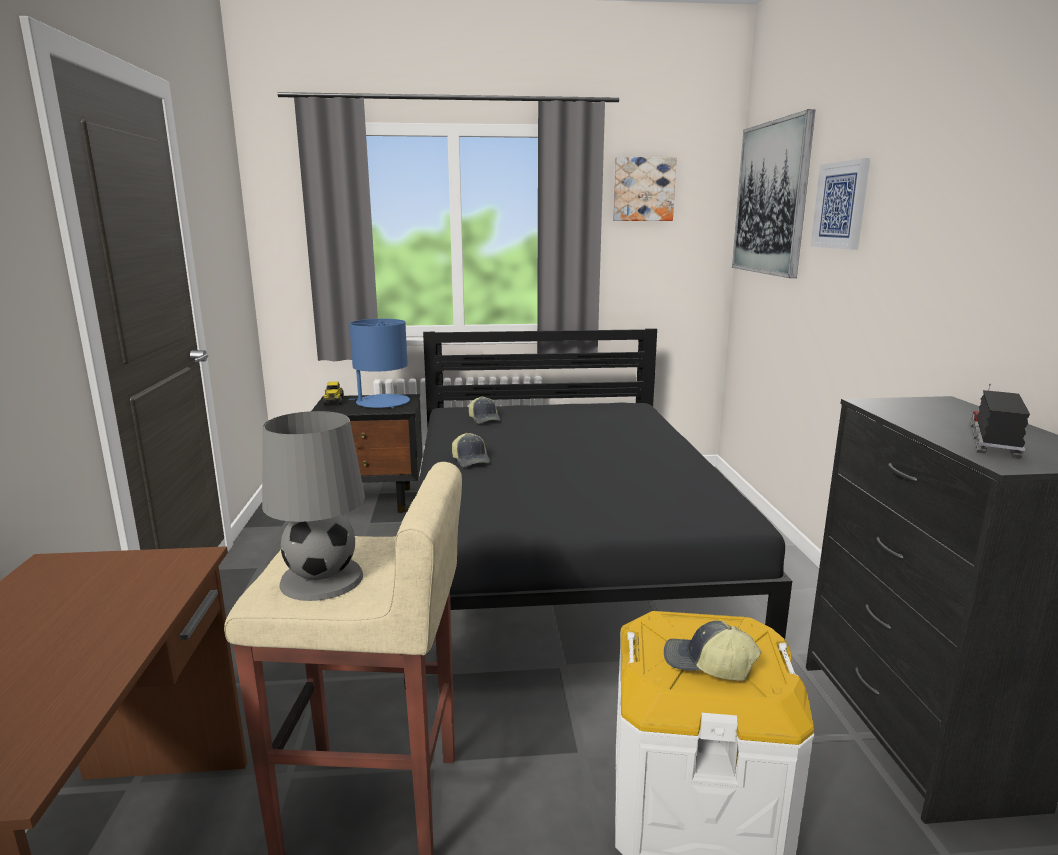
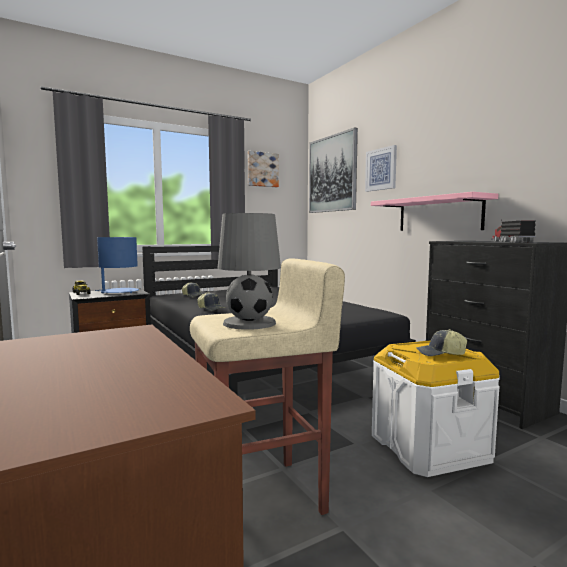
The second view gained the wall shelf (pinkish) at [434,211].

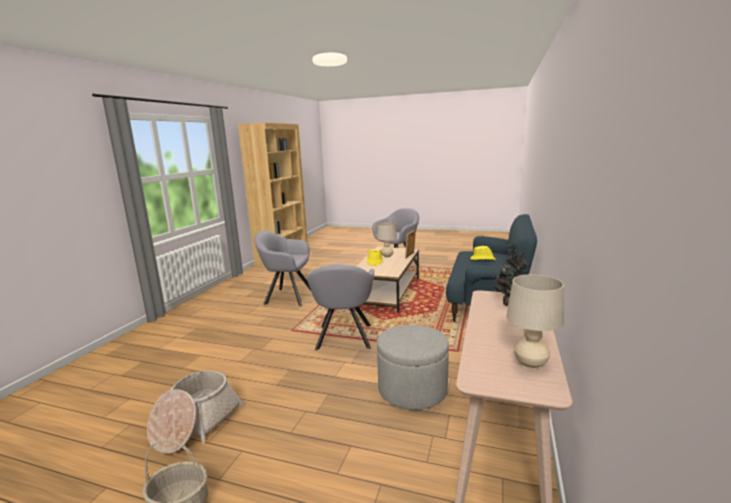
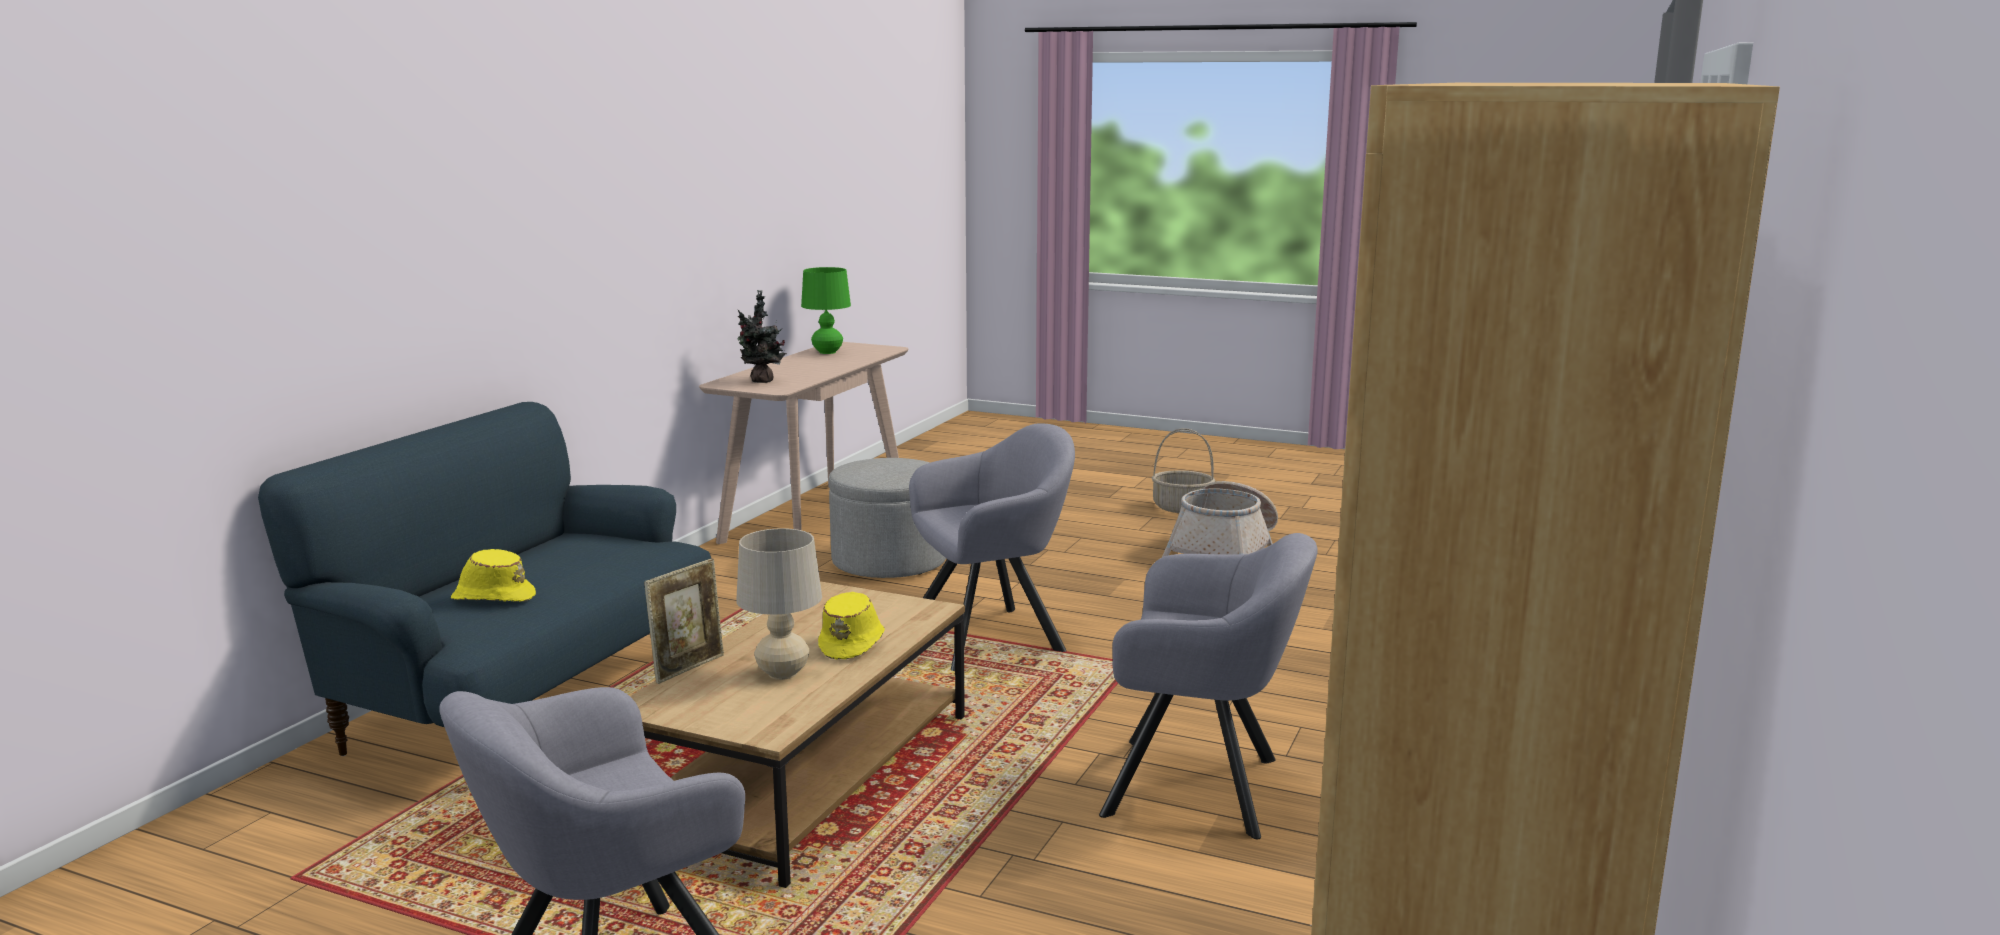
What was the table lamp (beige-coloured) at [535,322] turned into the table lamp (green) at [826,310]. The lounge chair (grey) at [340,307] ended up facing another way, 60 degrees clockwise from before.

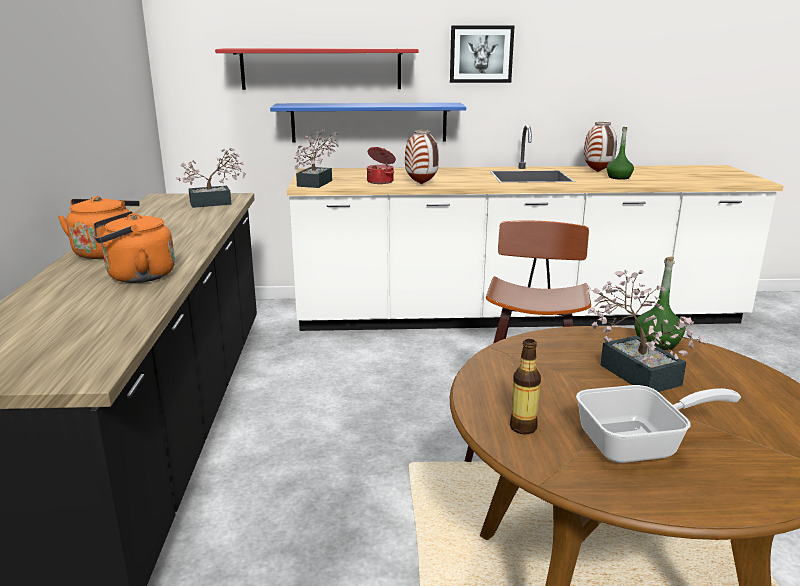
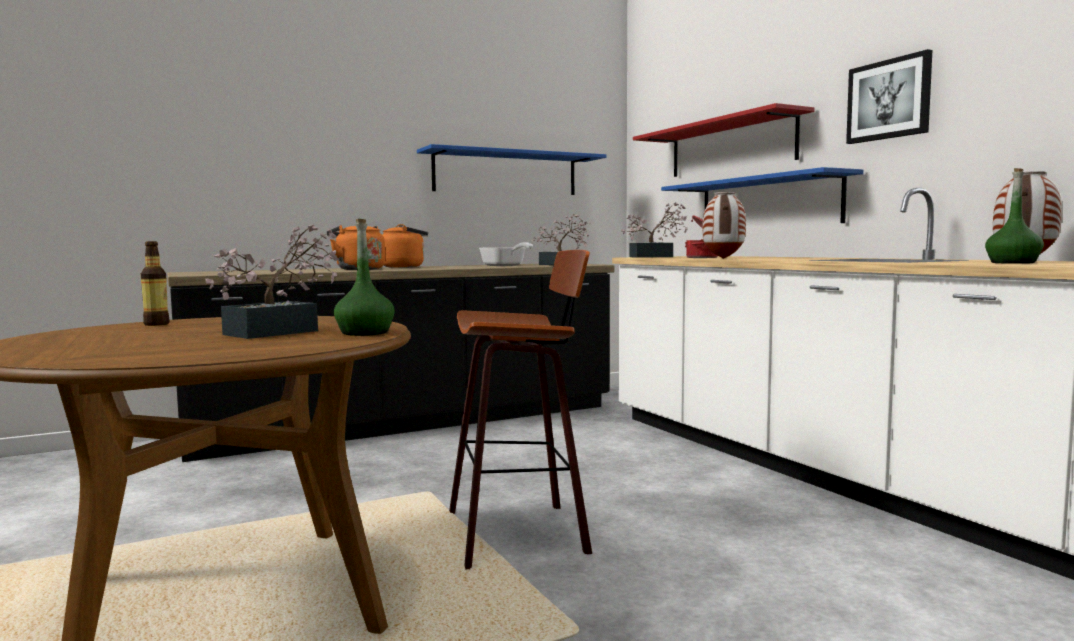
The second view gained the wall shelf (blue) at [511,169]. The pan ended up elsewhere, having gone from [658,424] to [506,254].

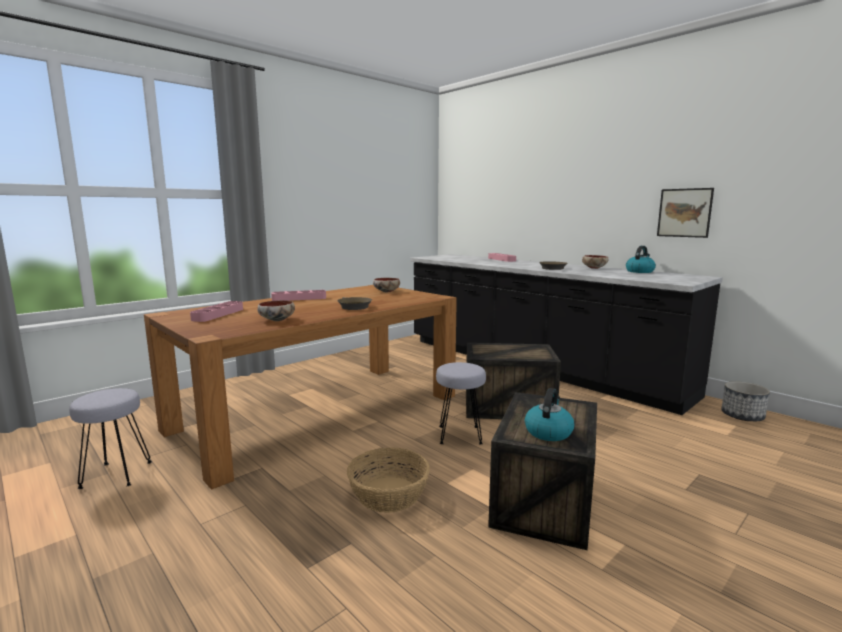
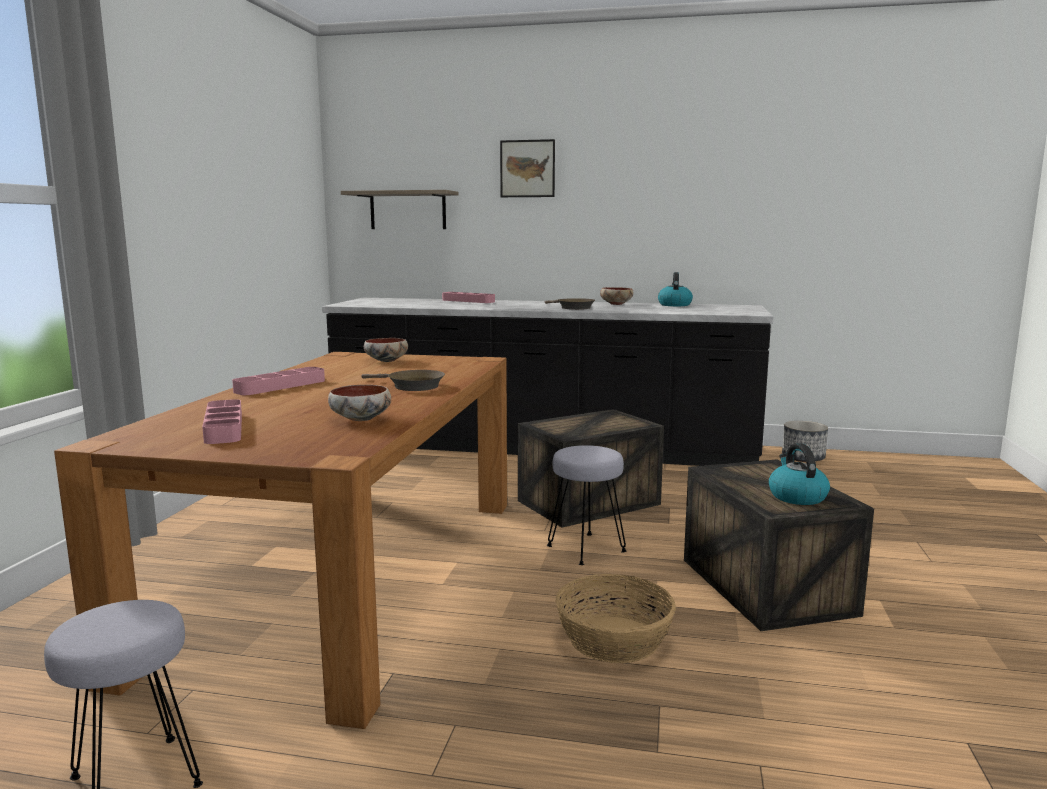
The second view gained the wall shelf at [400,209]. The picture ended up elsewhere, having gone from [685,213] to [527,168].

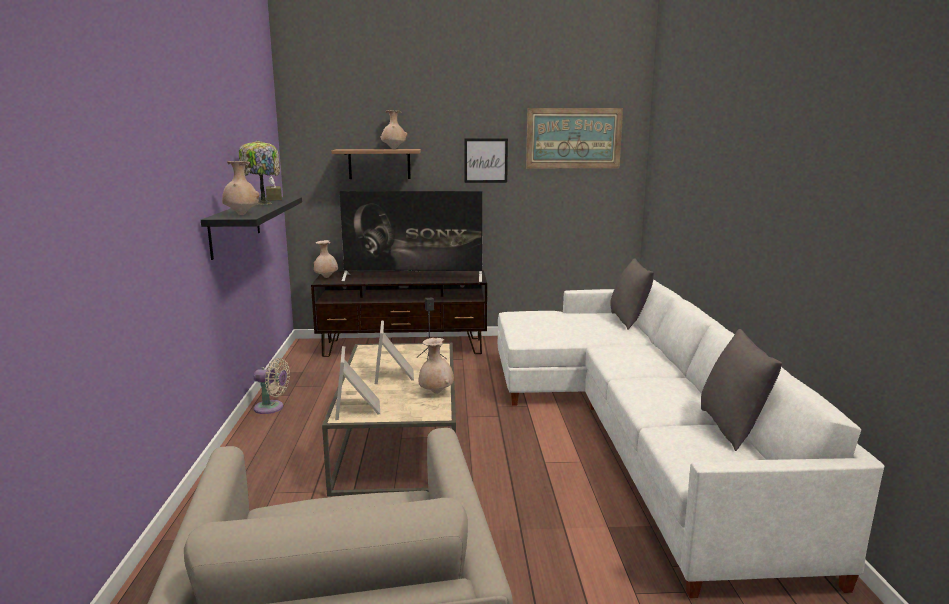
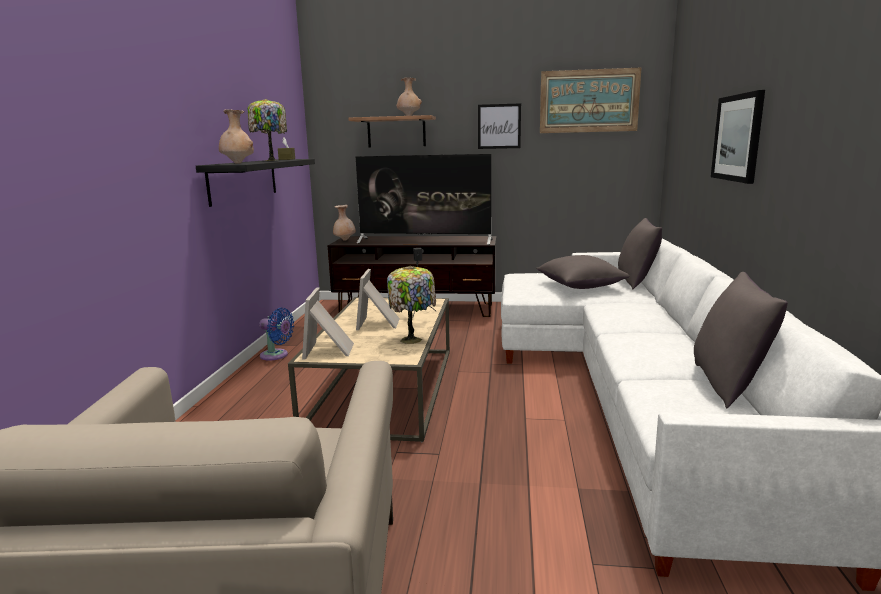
What was the cooling fan (beige-coloured) at [271,386] turned into the cooling fan (blue) at [276,334]. Where the vase (beige-coloured) stood at [436,366], the table lamp came to stand at [411,305]. The second view gained the cushion (grey) at [583,272]. The second view gained the picture at [738,137].

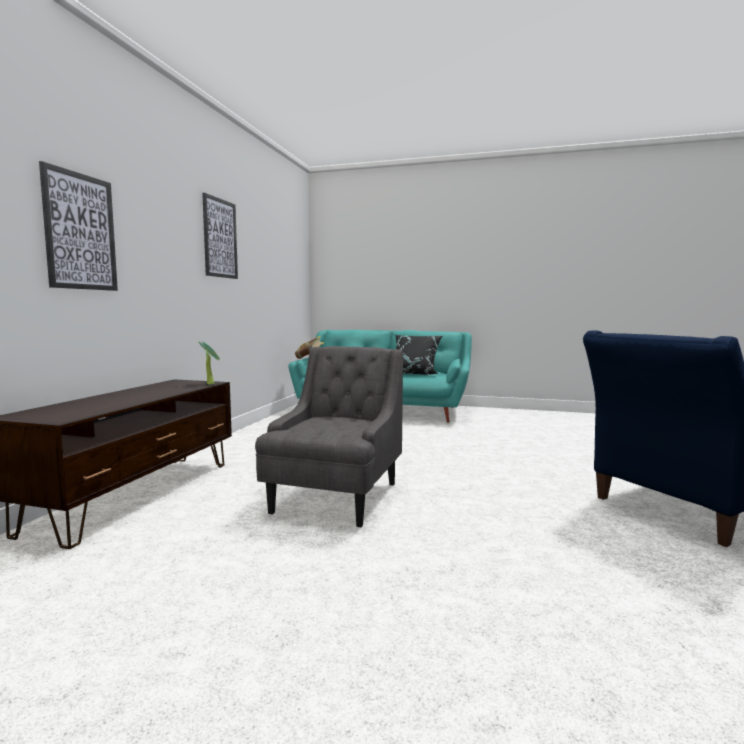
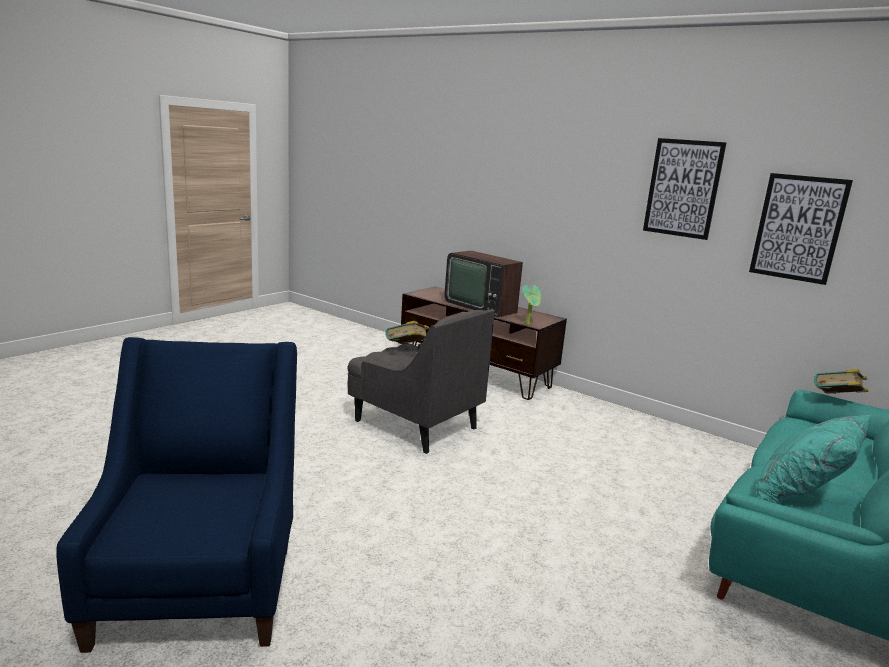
The second view gained the bound book at [407,332]. The second view gained the television at [484,284]. The picture ended up elsewhere, having gone from [78,226] to [801,229]. What was the cushion (blackish) at [418,355] turned into the cushion (blue-green) at [813,458].

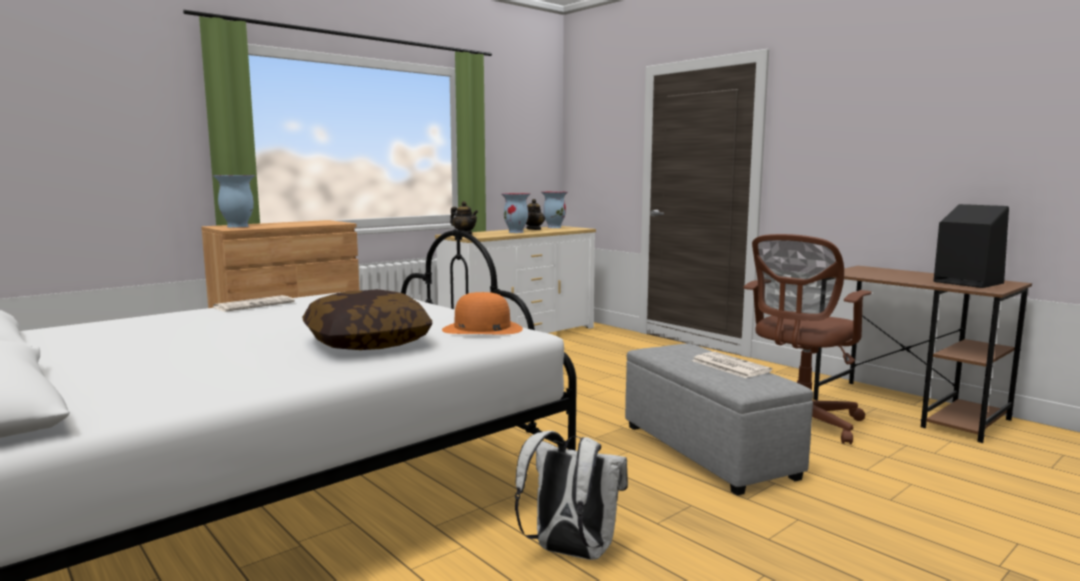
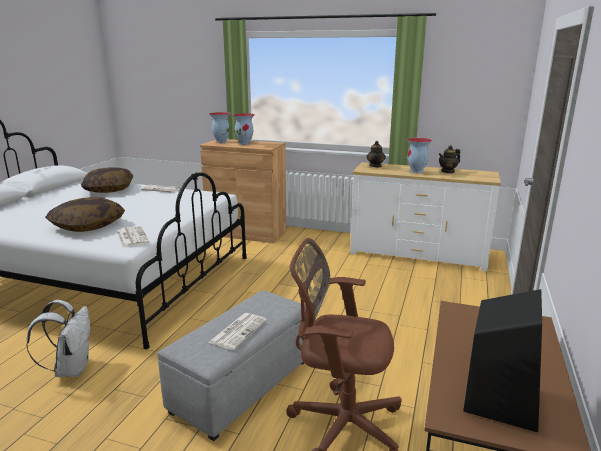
The second view gained the cushion at [107,180]. Where the hat (orange-coloured) stood at [482,313], the newspaper came to stand at [133,237]. The vase ended up elsewhere, having gone from [554,209] to [244,129].

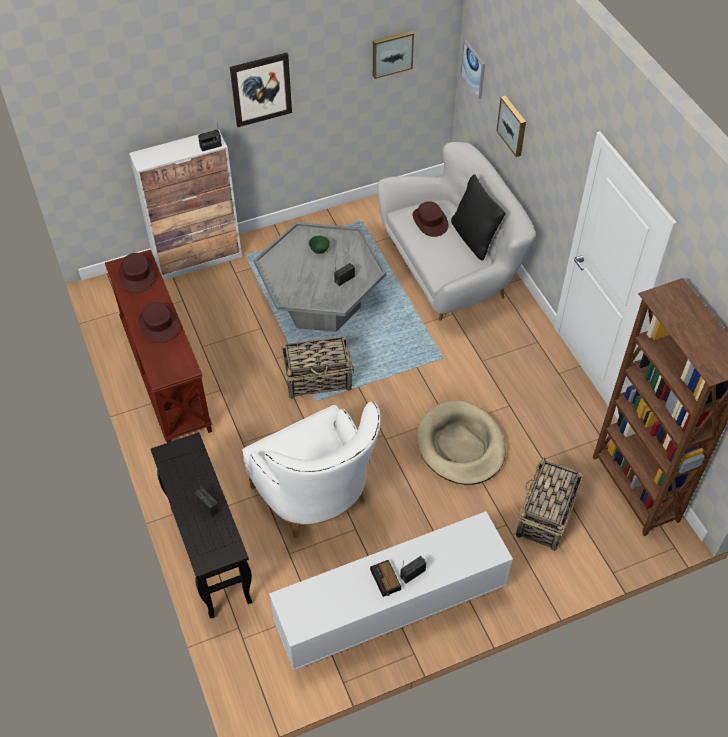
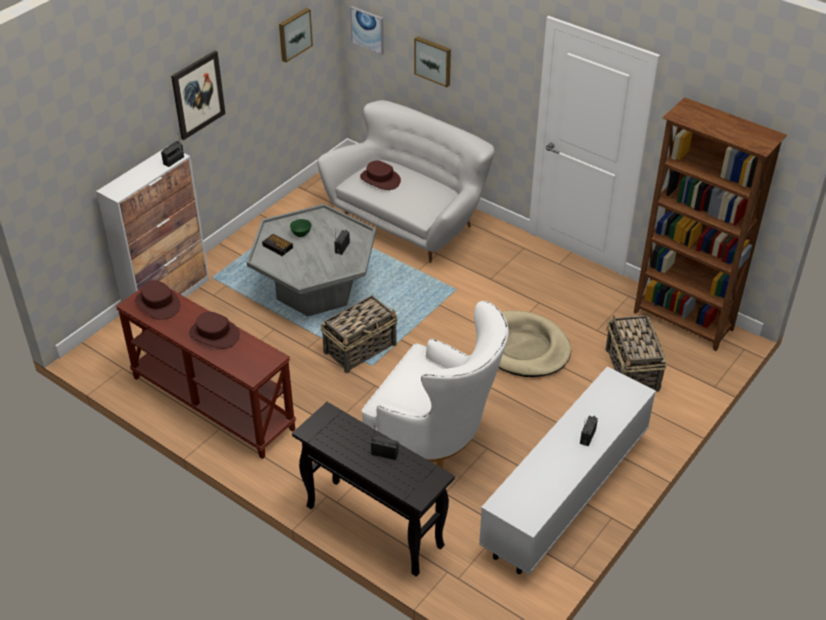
The alarm clock ended up elsewhere, having gone from [385,578] to [277,245]. The second view lost the cushion (blackish) at [478,217].

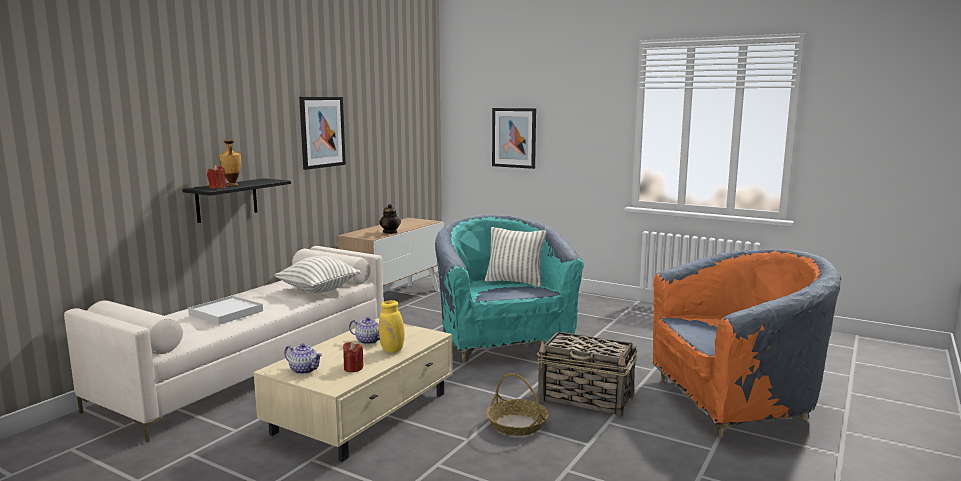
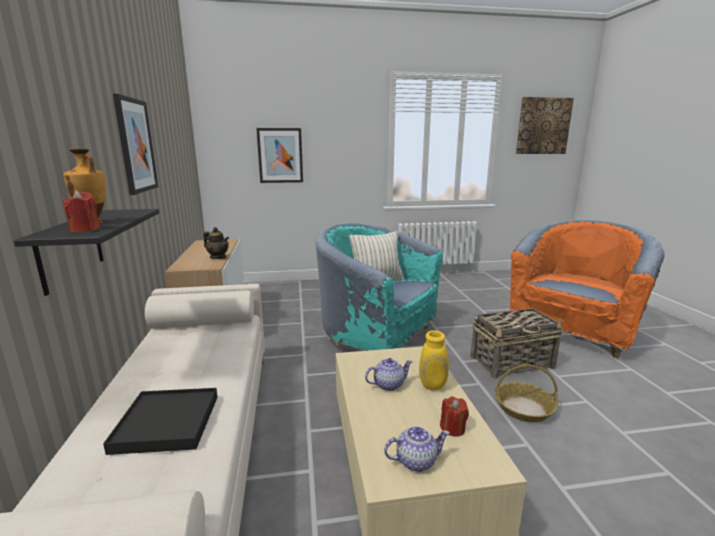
What was the tray (whitish) at [225,310] turned into the tray (blackish) at [160,421]. The second view gained the picture at [545,125]. The second view lost the cushion at [317,274].

